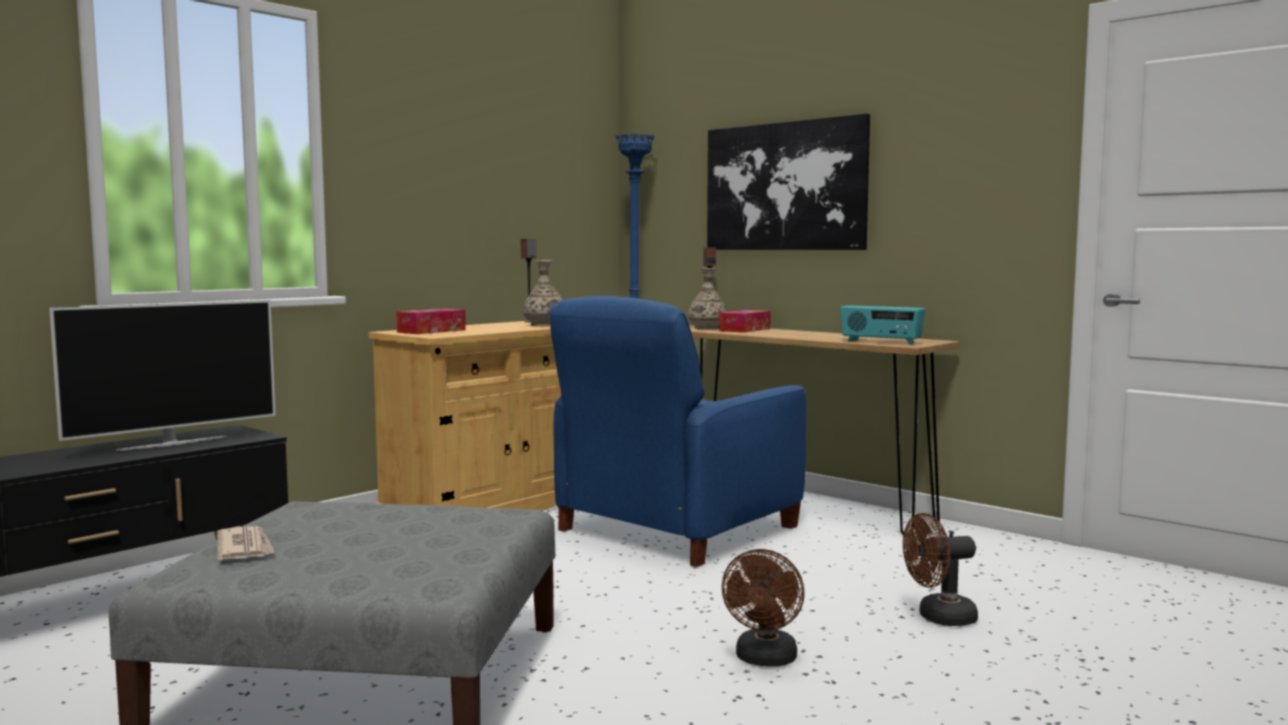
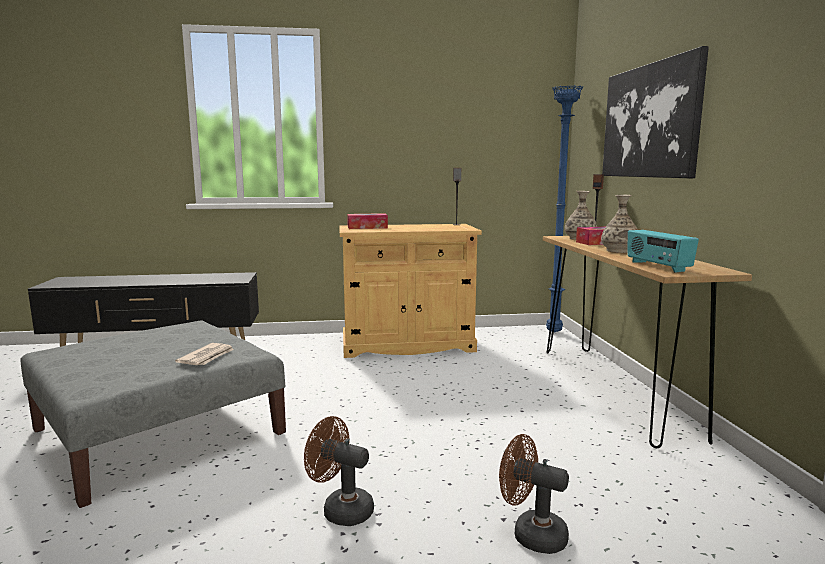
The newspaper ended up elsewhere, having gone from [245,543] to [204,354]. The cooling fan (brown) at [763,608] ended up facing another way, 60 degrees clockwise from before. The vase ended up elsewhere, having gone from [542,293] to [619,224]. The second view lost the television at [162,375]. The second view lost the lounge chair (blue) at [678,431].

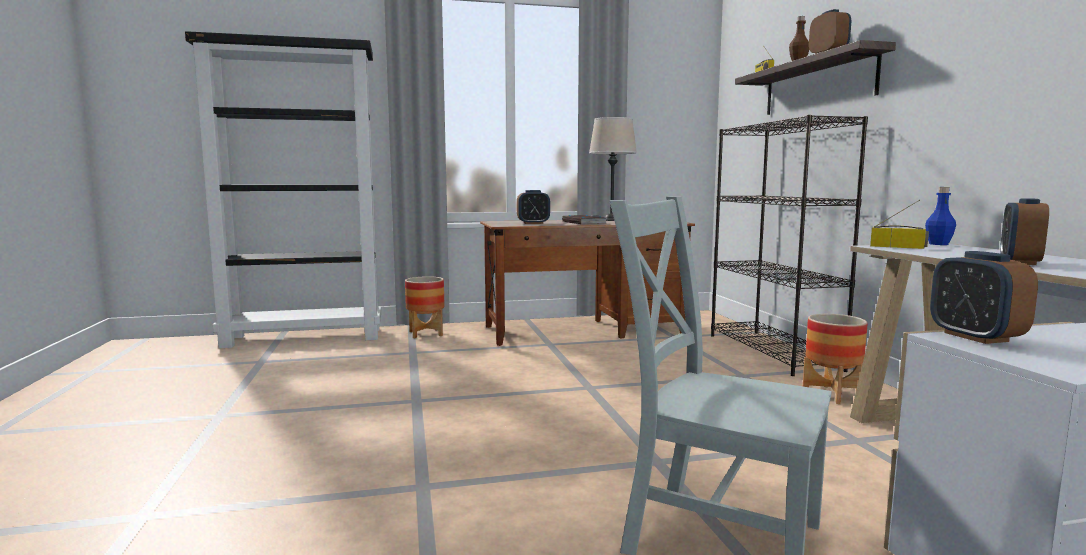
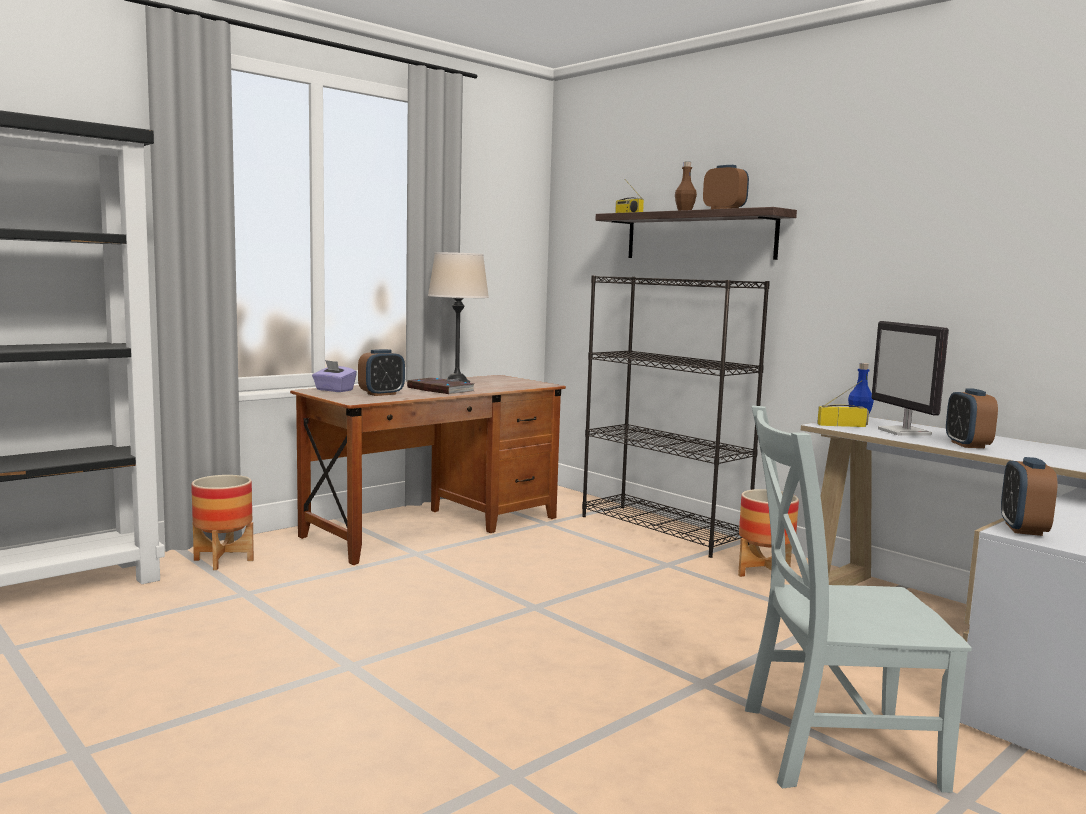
The second view gained the box of tissues (purplish) at [334,376]. The second view gained the computer screen at [910,378]. The alarm clock at [984,297] ended up facing another way, 60 degrees clockwise from before.

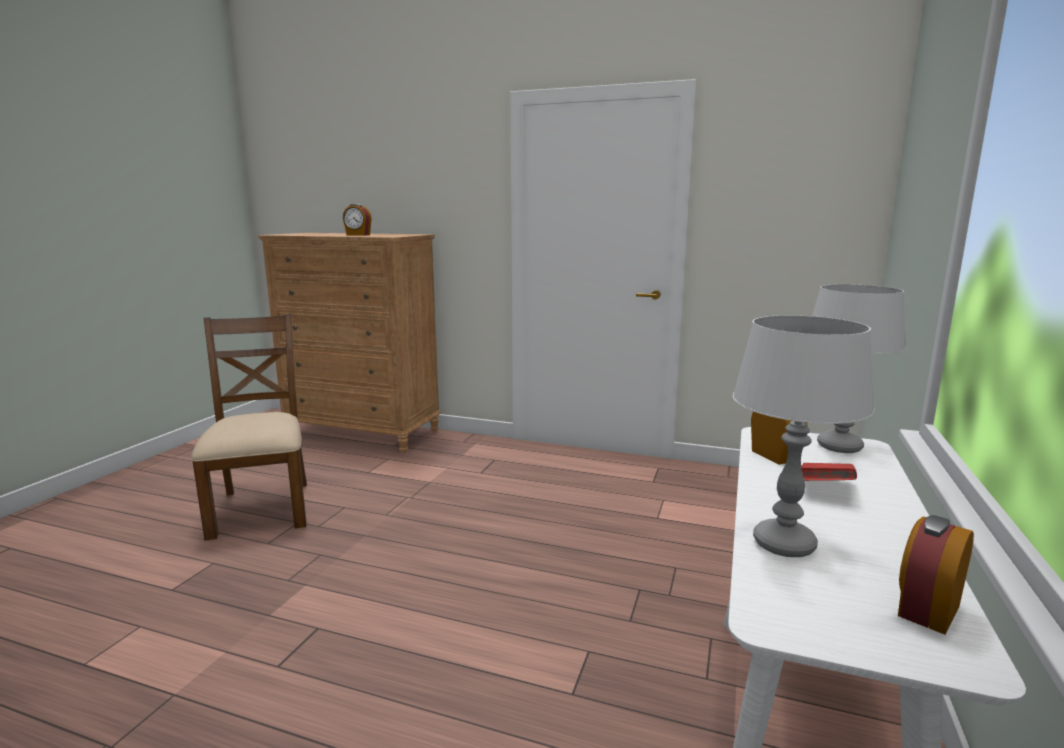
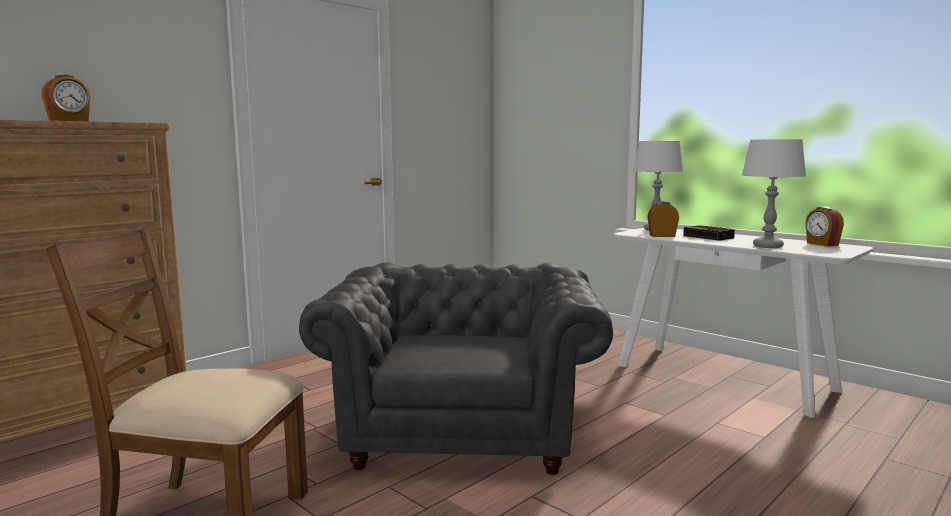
The second view gained the lounge chair (grey) at [456,368]. Where the bound book (red) stood at [829,472], the alarm clock came to stand at [709,233].

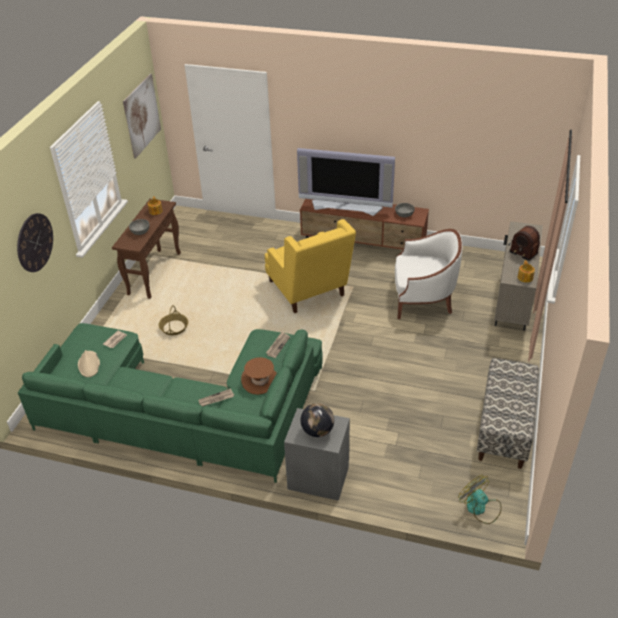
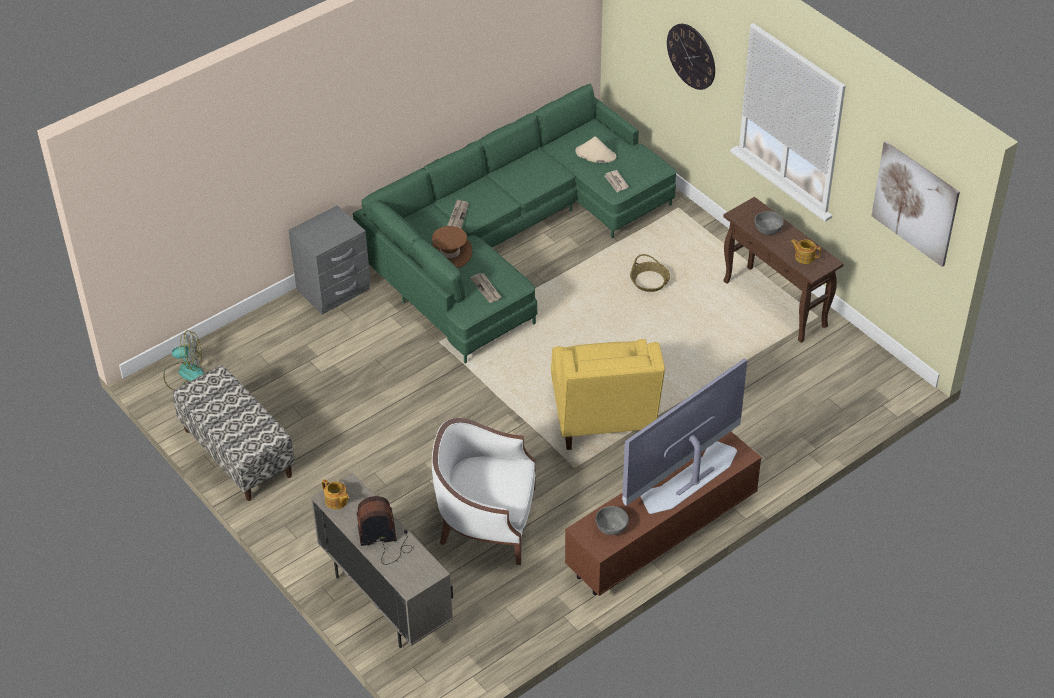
The lounge chair (whitish) at [428,274] ended up facing another way, 60 degrees clockwise from before. The lounge chair (yellowish) at [310,266] ended up facing another way, 105 degrees counterclockwise from before. The second view lost the globe at [317,420].

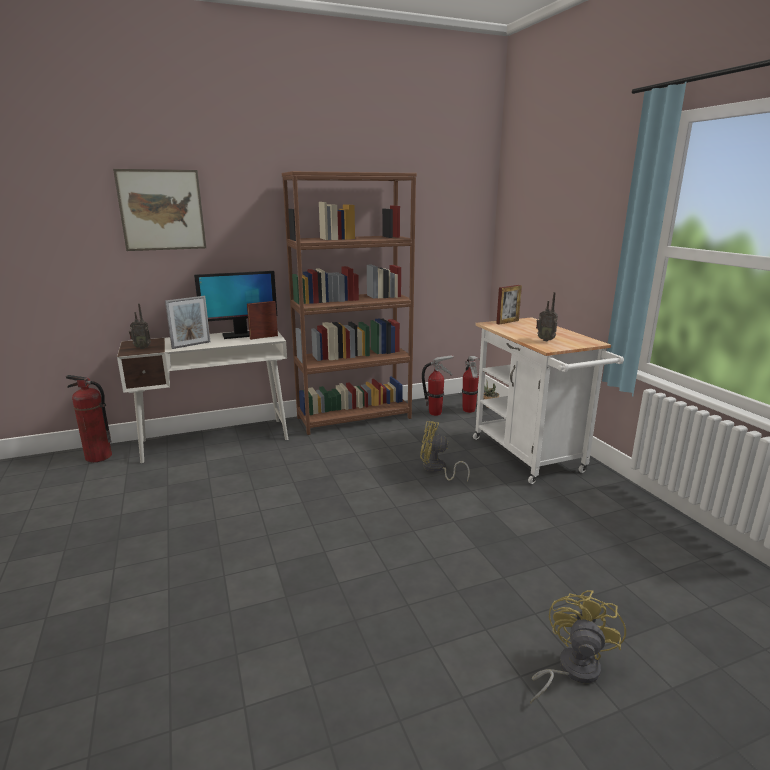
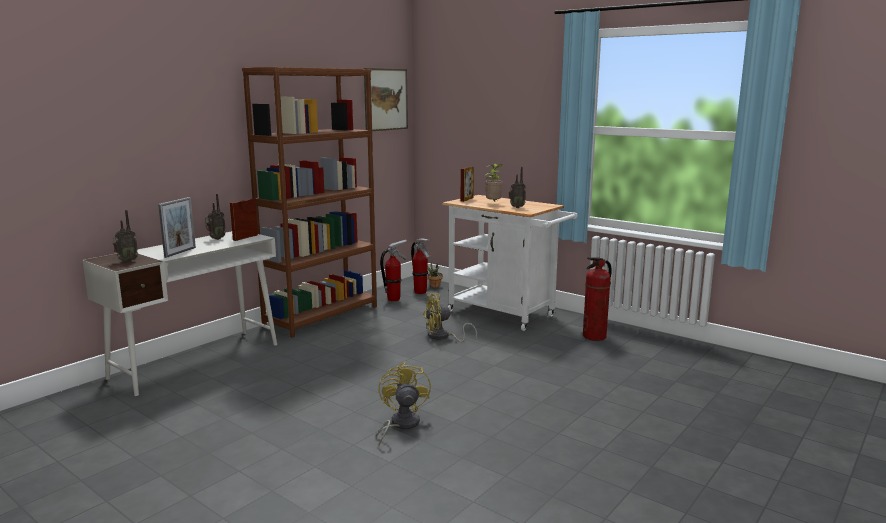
Where the computer screen stood at [235,305], the radio set came to stand at [215,217]. The picture ended up elsewhere, having gone from [159,210] to [386,99]. The cooling fan (yellowish) ended up elsewhere, having gone from [578,647] to [403,404]. The second view gained the potted plant at [494,182]. The extinguisher ended up elsewhere, having gone from [89,418] to [597,299].

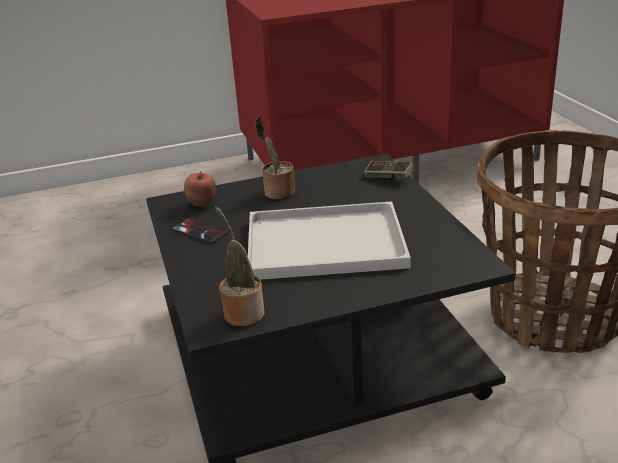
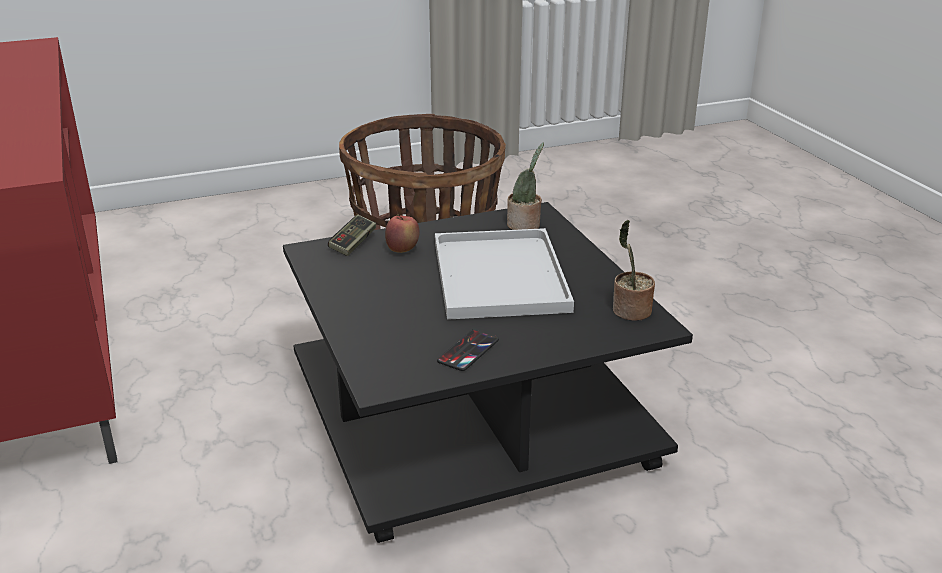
The apple ended up elsewhere, having gone from [200,188] to [402,233]. The potted plant ended up elsewhere, having gone from [275,157] to [525,186].

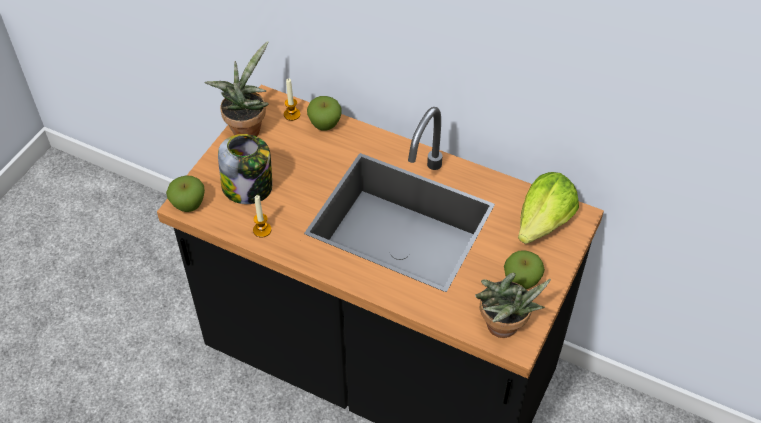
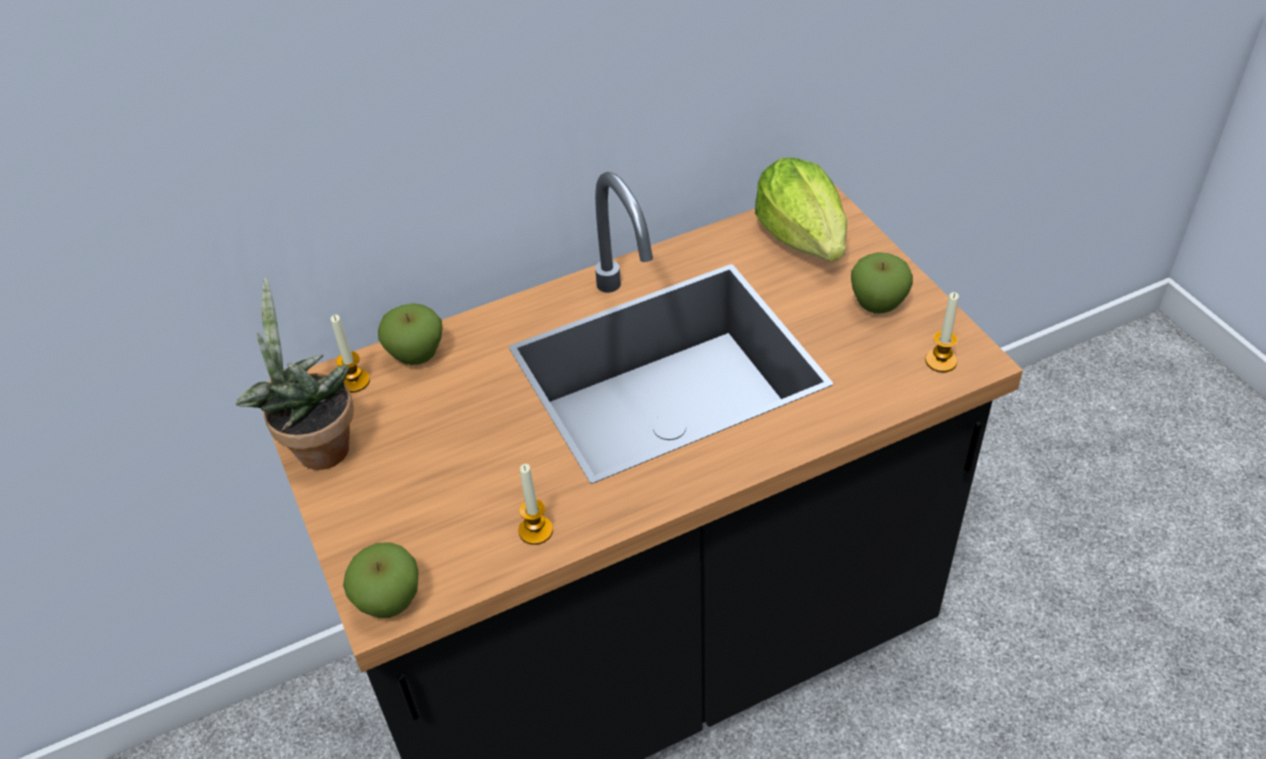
Where the potted plant stood at [513,305], the wax candle came to stand at [942,332]. The second view lost the preserve jar at [245,169].

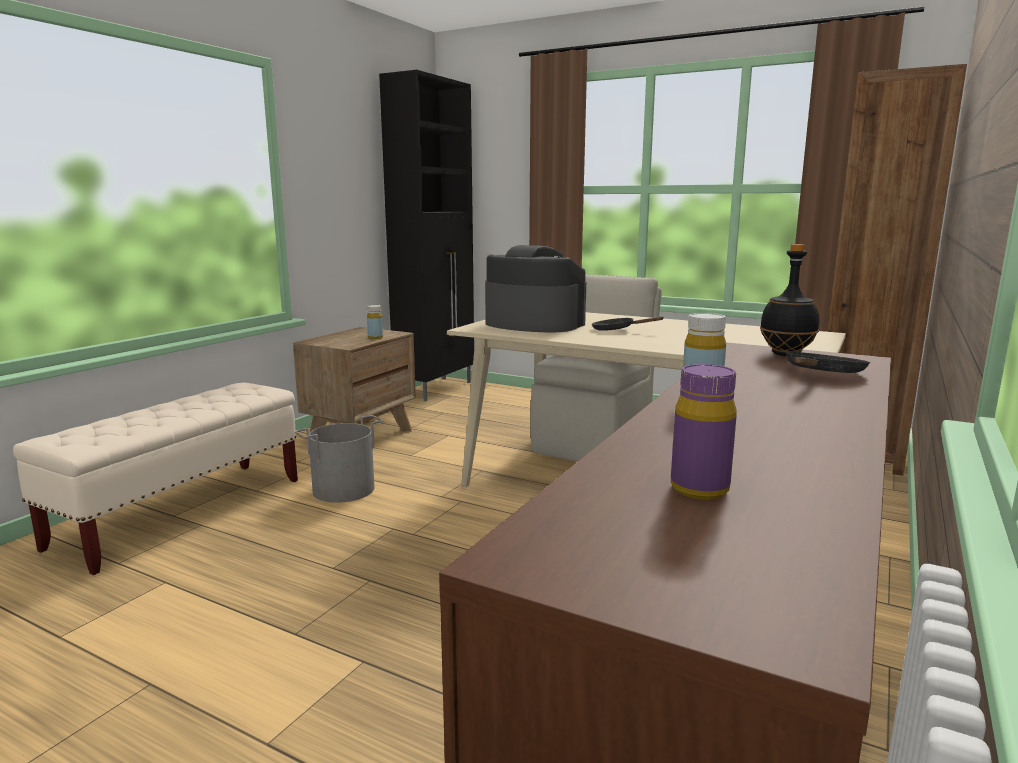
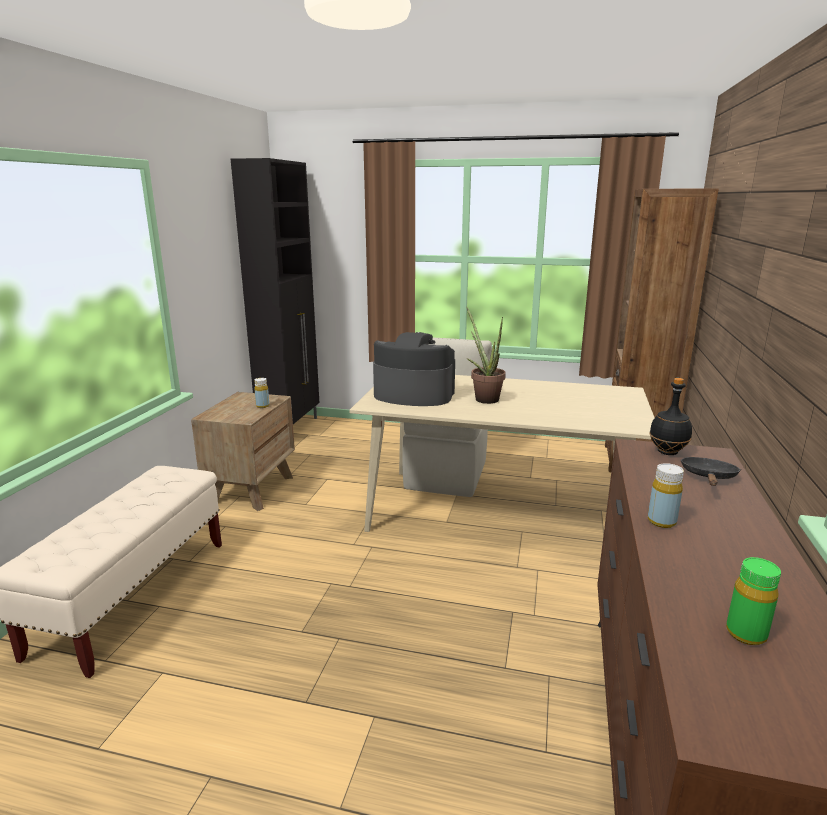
Where the pan (blackish) stood at [628,323], the potted plant came to stand at [486,355]. What was the drink bottle (purplish) at [704,431] turned into the drink bottle (green) at [753,601]. The second view lost the water bucket (grey) at [339,459].

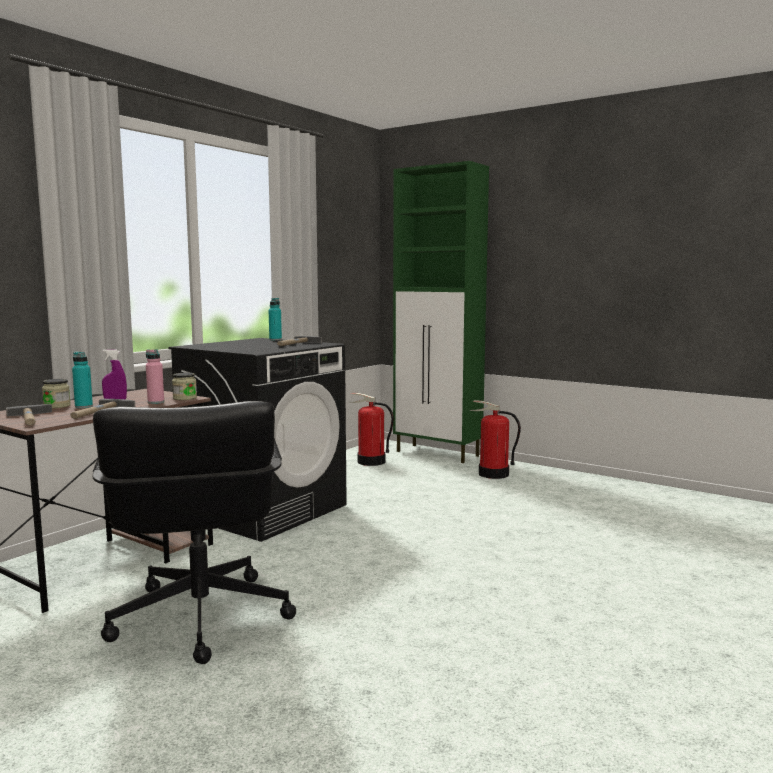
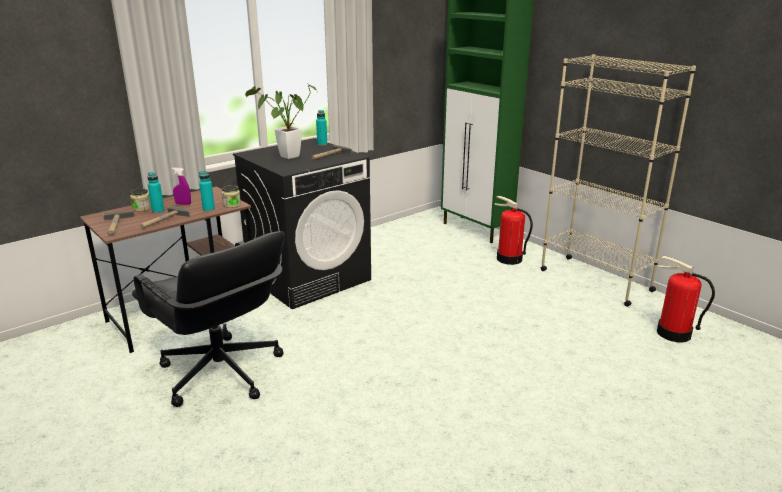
The computer chair (blackish) at [194,532] ended up facing another way, 45 degrees counterclockwise from before. What was the drink bottle (pinkish) at [155,376] turned into the drink bottle (blue-green) at [207,191]. The second view gained the potted plant at [281,121]. The second view gained the bookcase (beige-coloured) at [618,180]. The extinguisher ended up elsewhere, having gone from [371,429] to [686,299].

